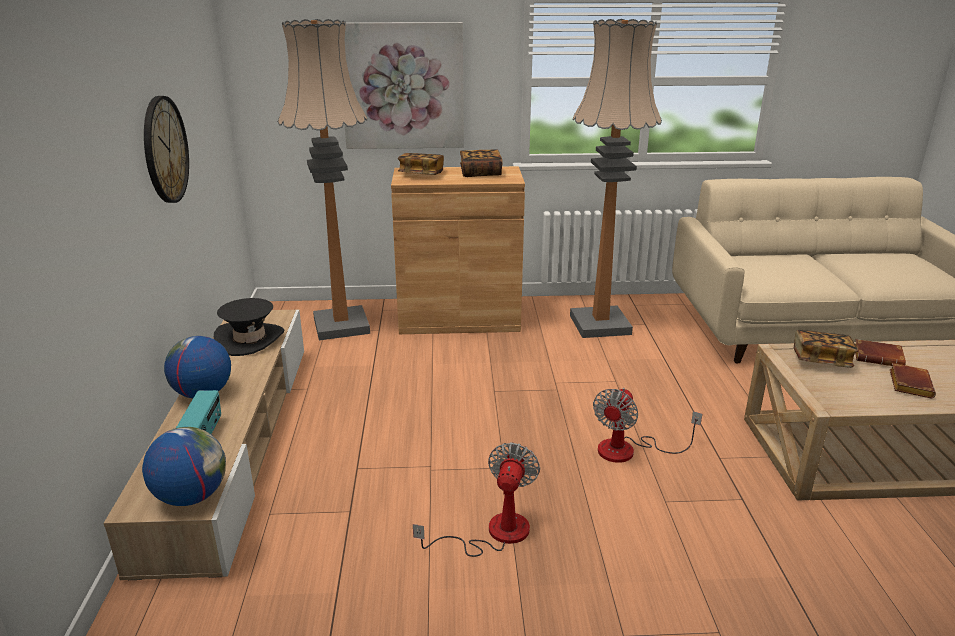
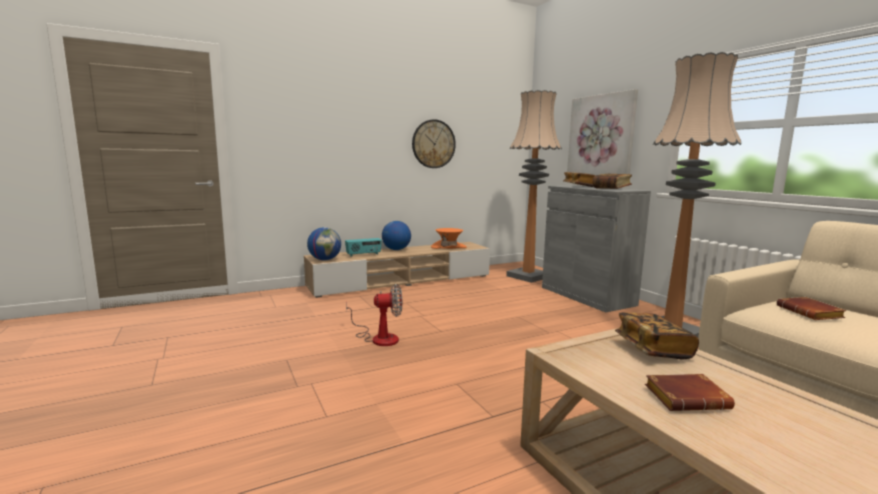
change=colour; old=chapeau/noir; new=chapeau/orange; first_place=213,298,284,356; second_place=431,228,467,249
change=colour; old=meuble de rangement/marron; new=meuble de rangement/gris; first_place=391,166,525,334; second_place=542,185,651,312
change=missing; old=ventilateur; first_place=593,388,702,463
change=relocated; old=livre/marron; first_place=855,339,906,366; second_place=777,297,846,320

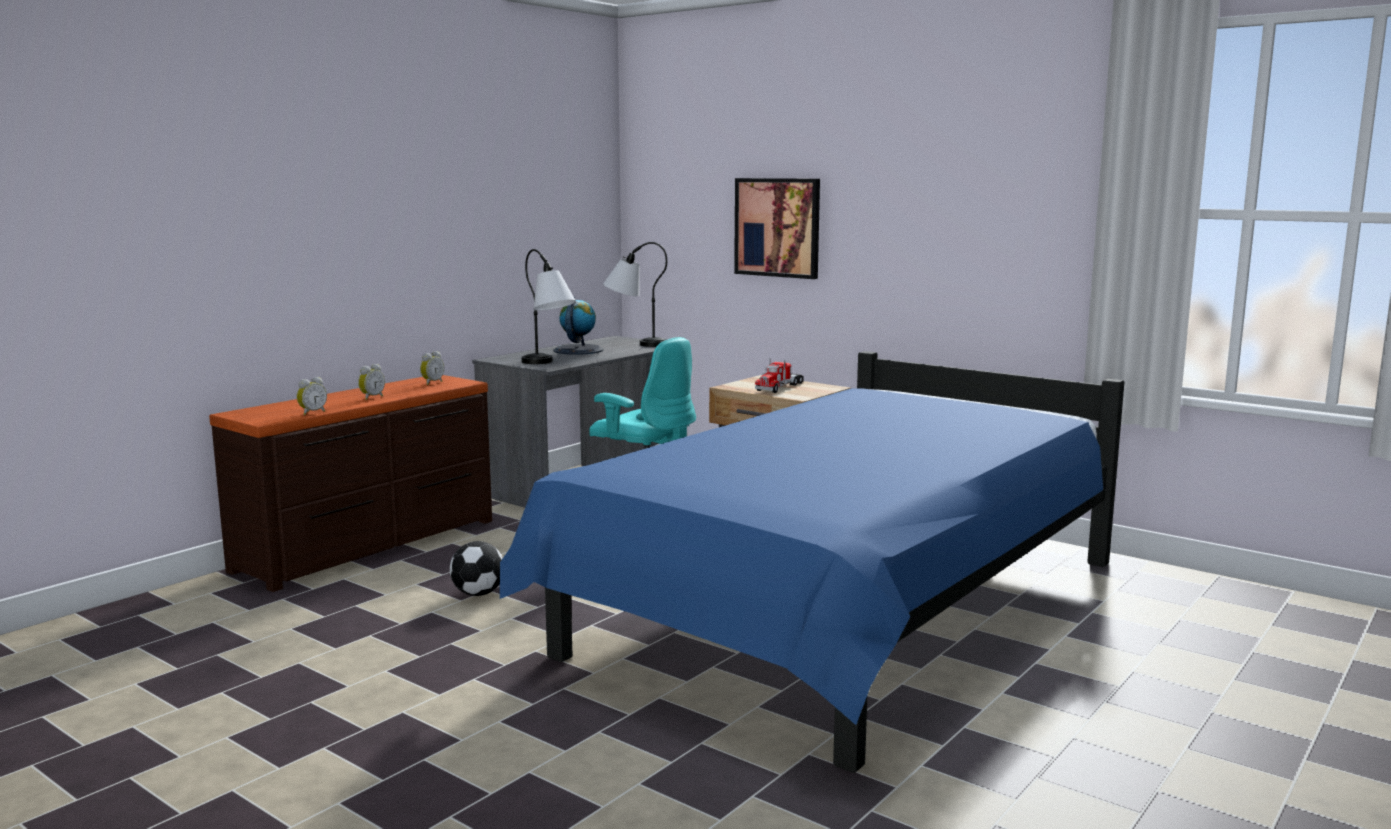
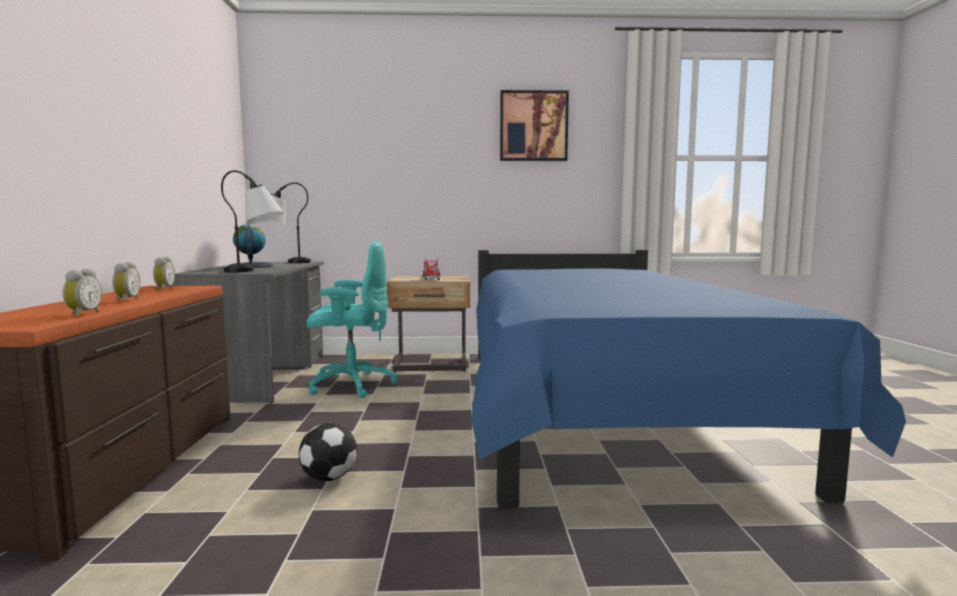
change=relocated; old=tableau; first_place=734,178,820,279; second_place=500,90,569,161

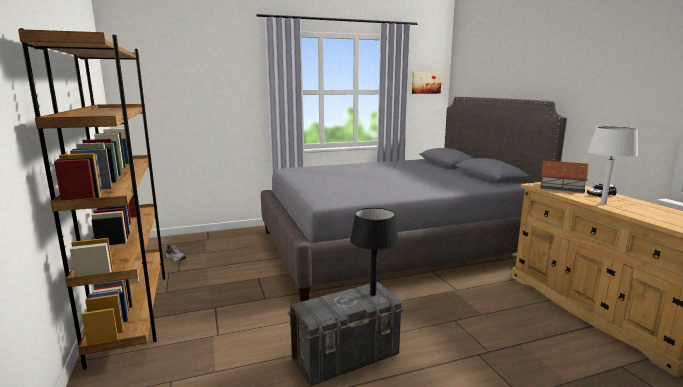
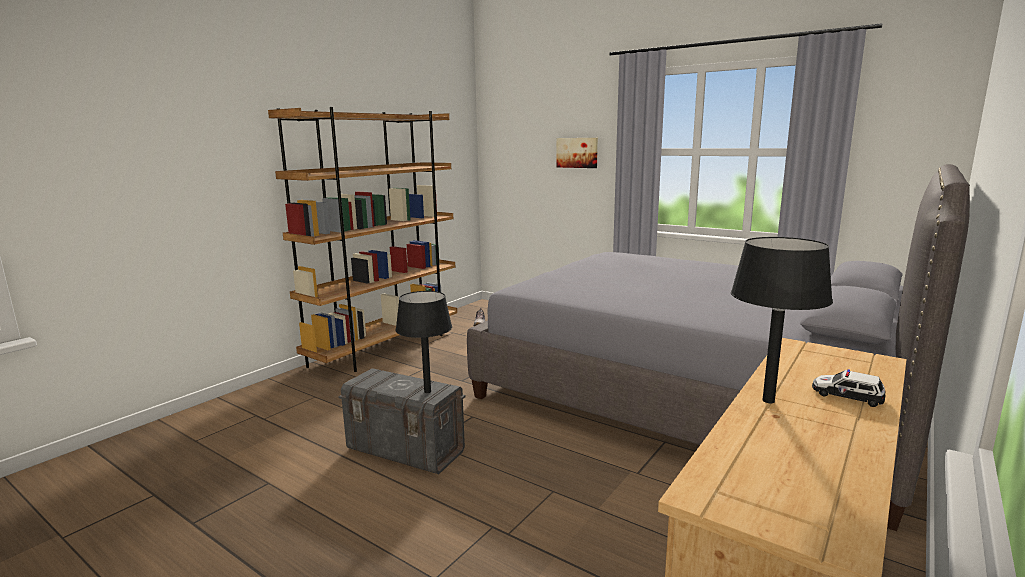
change=relocated; old=tableau; first_place=412,72,442,94; second_place=556,138,598,168
change=missing; old=maison miniature; first_place=540,161,589,193
change=colour; old=lampe de table/blanc; new=lampe de table/noir; first_place=587,126,638,205; second_place=731,237,833,403

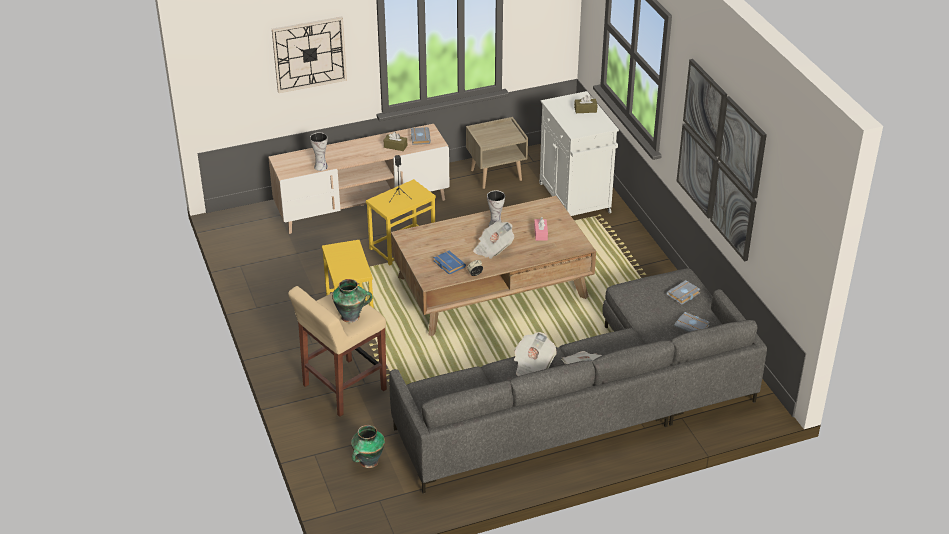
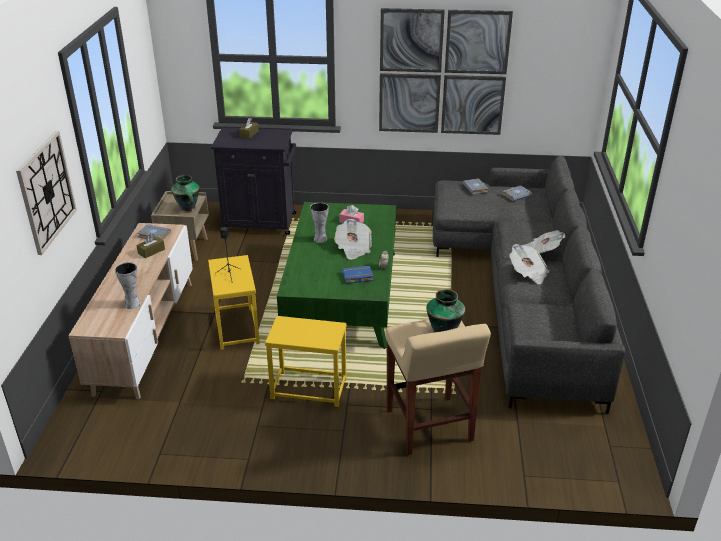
change=relocated; old=vase; first_place=351,425,385,468; second_place=171,175,199,213
change=colour; old=table basse/marron; new=table basse/vert; first_place=391,196,596,336; second_place=277,202,396,349
change=colour; old=meuble de rangement/blanc; new=meuble de rangement/noir; first_place=539,91,619,216; second_place=211,127,296,235

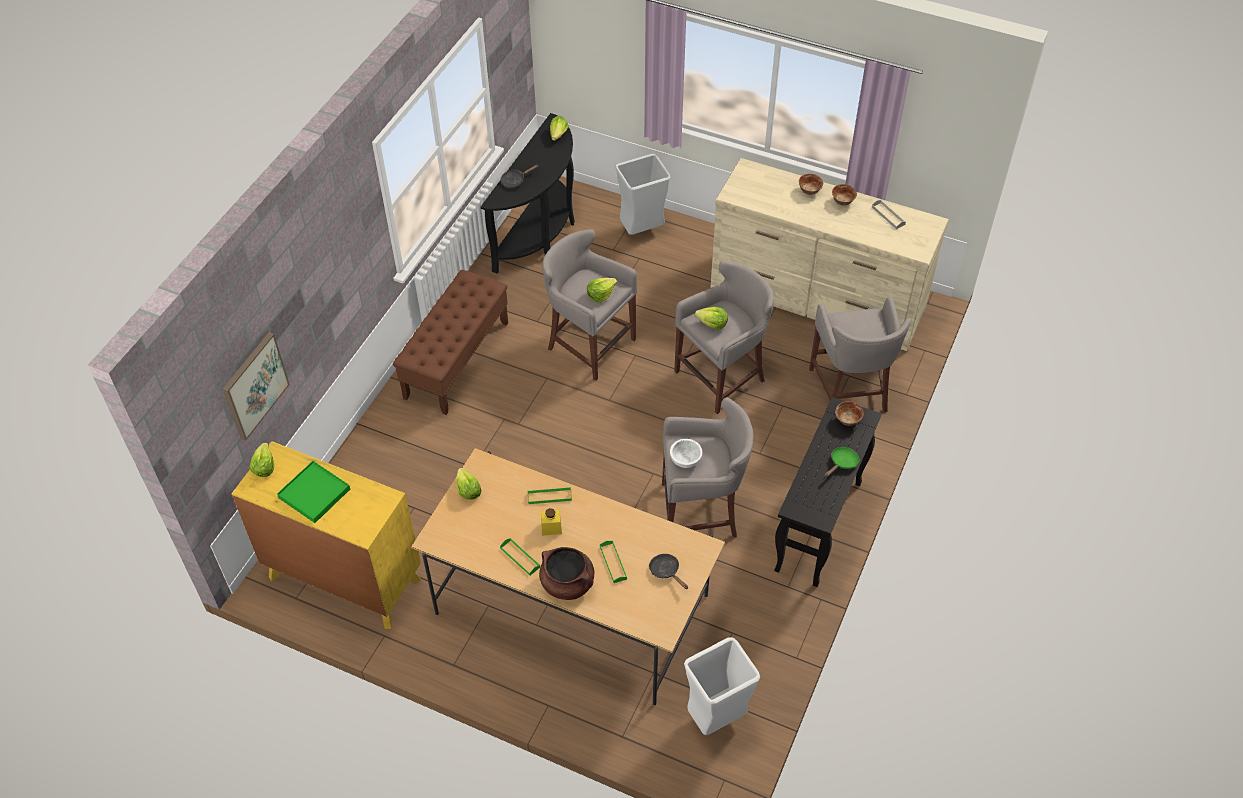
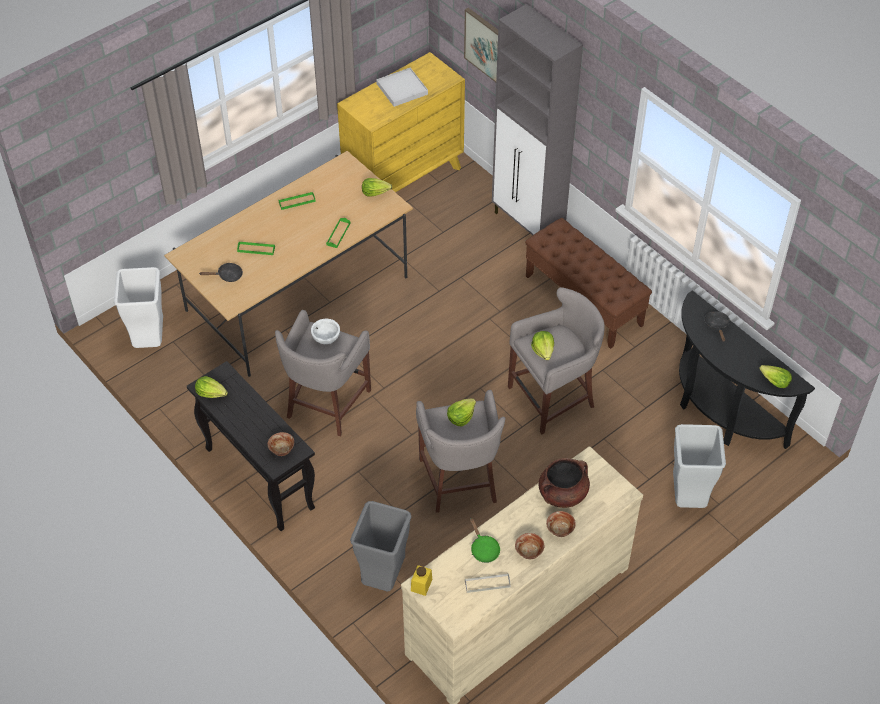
change=relocated; old=laitue; first_place=249,442,274,477; second_place=195,376,228,398
change=colour; old=plateau/vert; new=plateau/blanc; first_place=277,461,350,523; second_place=376,68,428,107
change=relocated; old=marmite/marron; first_place=539,547,594,600; second_place=539,458,590,508
change=relocated; old=bocal/jaune; first_place=541,508,562,536; second_place=411,565,432,596
change=exchanged; old=tabouret/gris; new=poubelle/gris; first_place=809,297,911,412; second_place=350,501,411,591
change=relocated; old=poêle/vert; first_place=825,447,860,477; second_place=470,518,500,563
change=appeared; new=meuble de rangement/gris; second_place=492,4,583,235

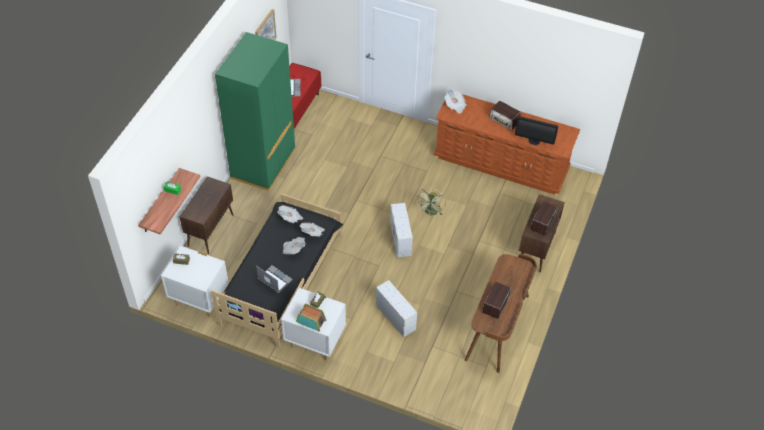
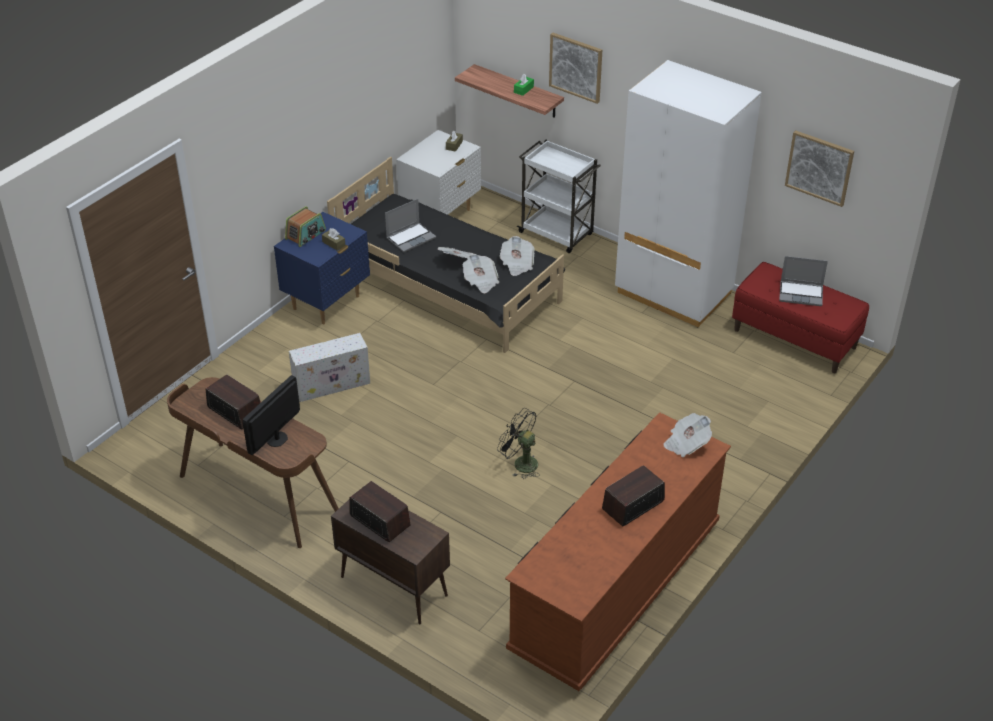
change=exchanged; old=meuble de rangement/marron; new=chariot/blanc; first_place=179,176,234,254; second_place=517,140,601,253
change=colour; old=armoire/vert; new=armoire/blanc; first_place=215,32,295,191; second_place=615,60,762,327
change=colour; old=table de chevet/blanc; new=table de chevet/bleu; first_place=281,288,346,361; second_place=274,212,370,324
change=missing; old=boîte de rangement/blanc; first_place=390,203,413,258
change=colour; old=ventilateur/vert; new=ventilateur/noir; first_place=417,188,446,215; second_place=497,408,540,479
change=relocated; old=écran d'ordinateur; first_place=515,116,558,145; second_place=243,375,300,455
change=appeared; new=tableau; second_place=549,33,602,104

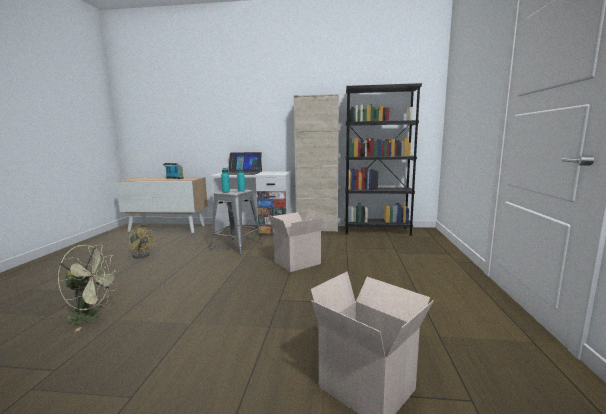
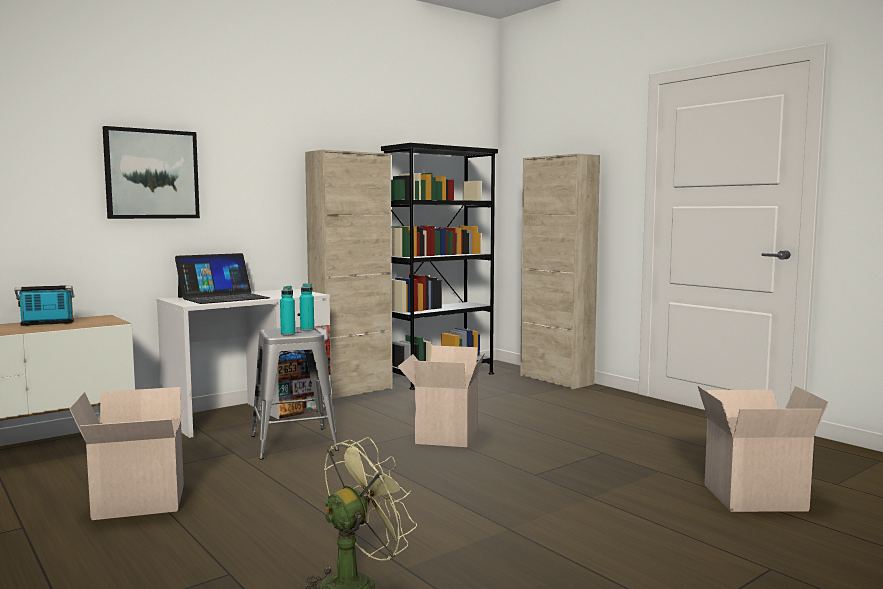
change=exchanged; old=ventilateur/jaune; new=carton; first_place=129,225,154,259; second_place=70,385,192,520
change=appeared; new=tableau; second_place=103,126,200,219
change=appeared; new=meuble de rangement/beige; second_place=520,153,600,389

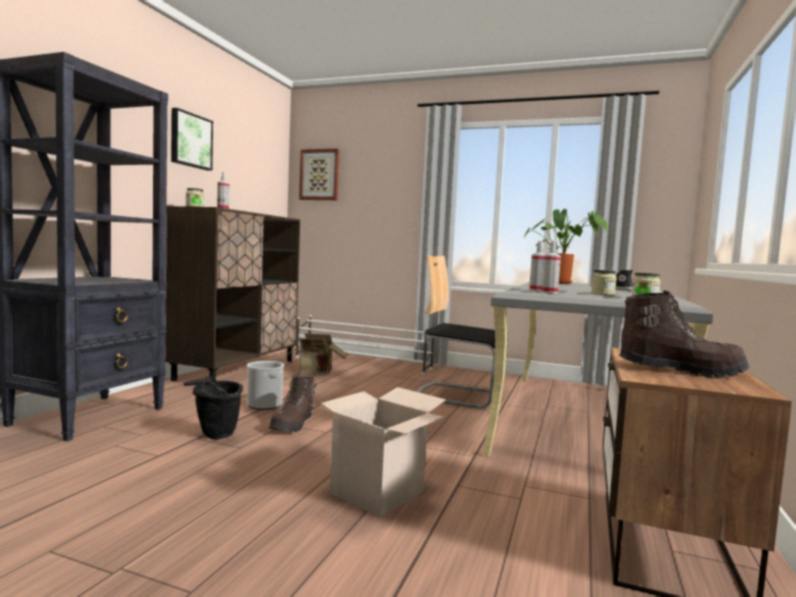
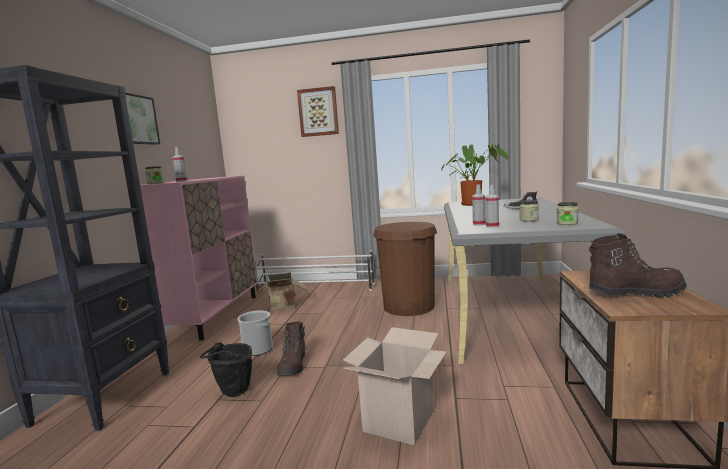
change=colour; old=meuble de rangement/marron; new=meuble de rangement/rose; first_place=165,206,300,381; second_place=140,176,258,341
change=relocated; old=tableau; first_place=299,149,340,200; second_place=297,86,339,137
change=exchanged; old=chaise; new=poubelle/marron; first_place=416,255,508,409; second_place=373,222,437,316

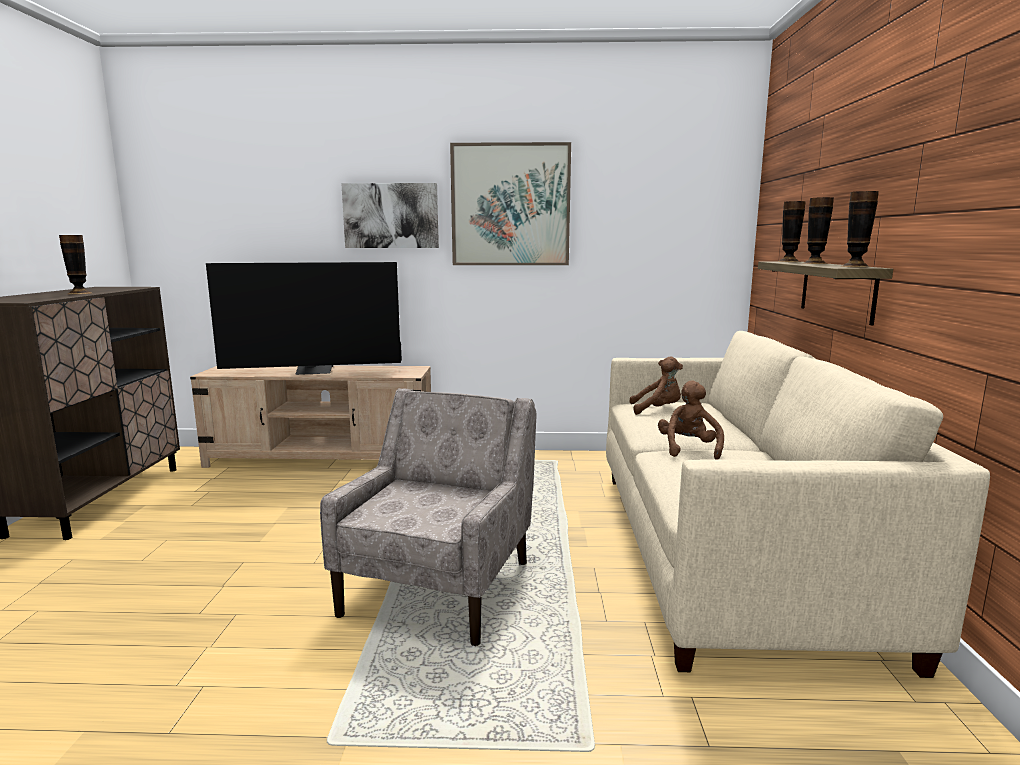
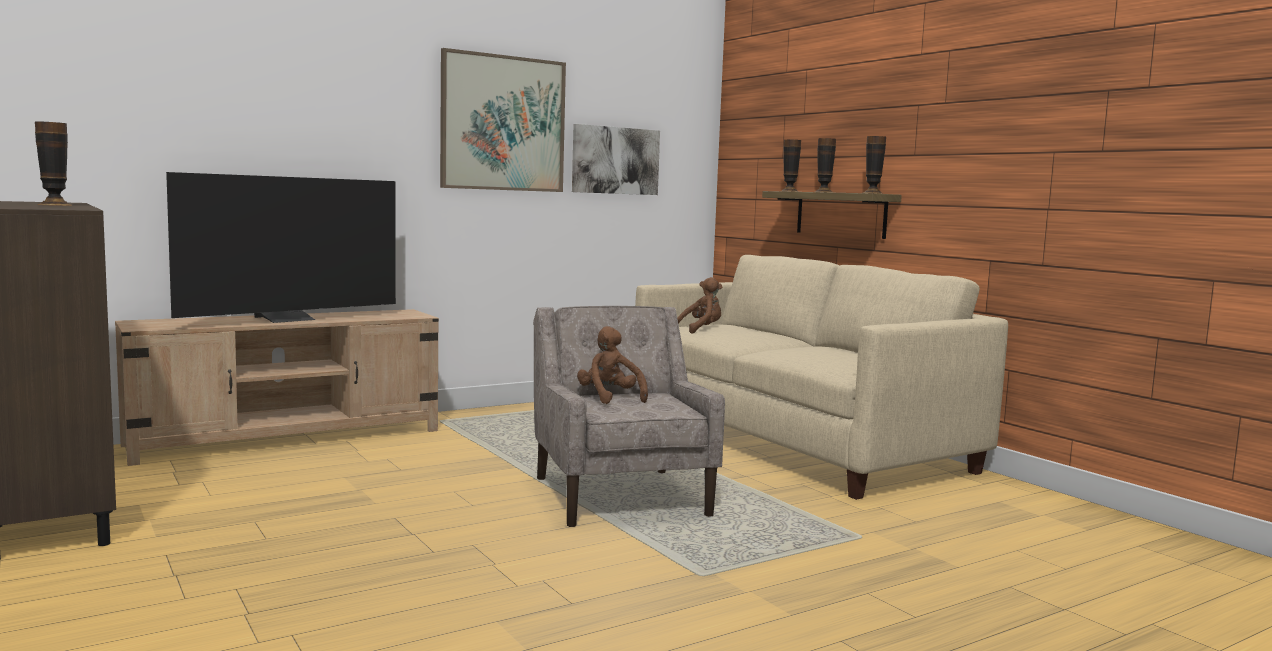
change=relocated; old=tableau; first_place=341,183,439,248; second_place=572,124,660,195
change=relocated; old=peluche/marron; first_place=658,381,724,460; second_place=577,326,648,404

